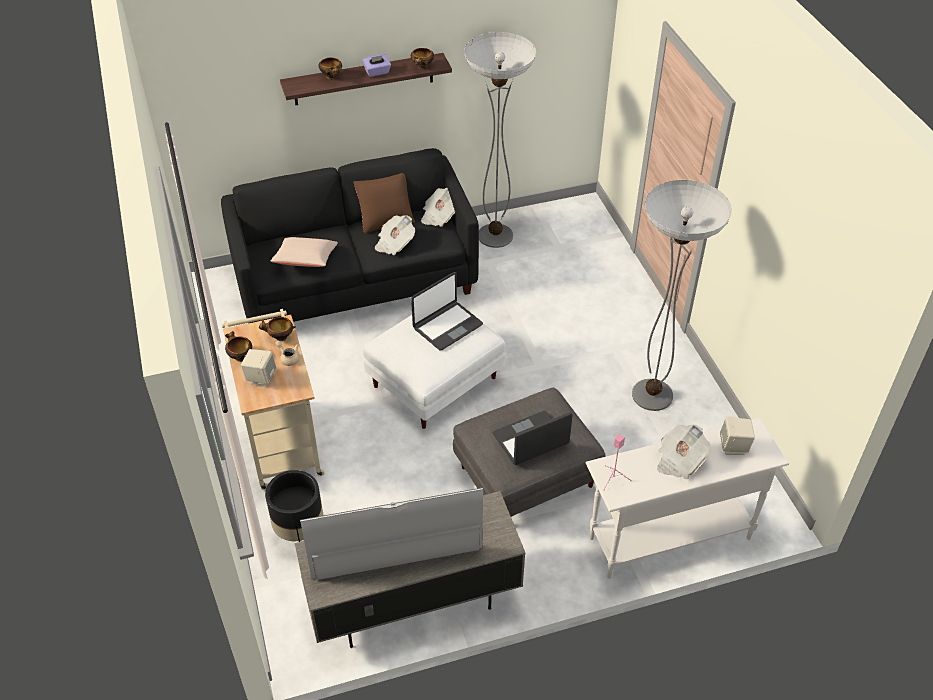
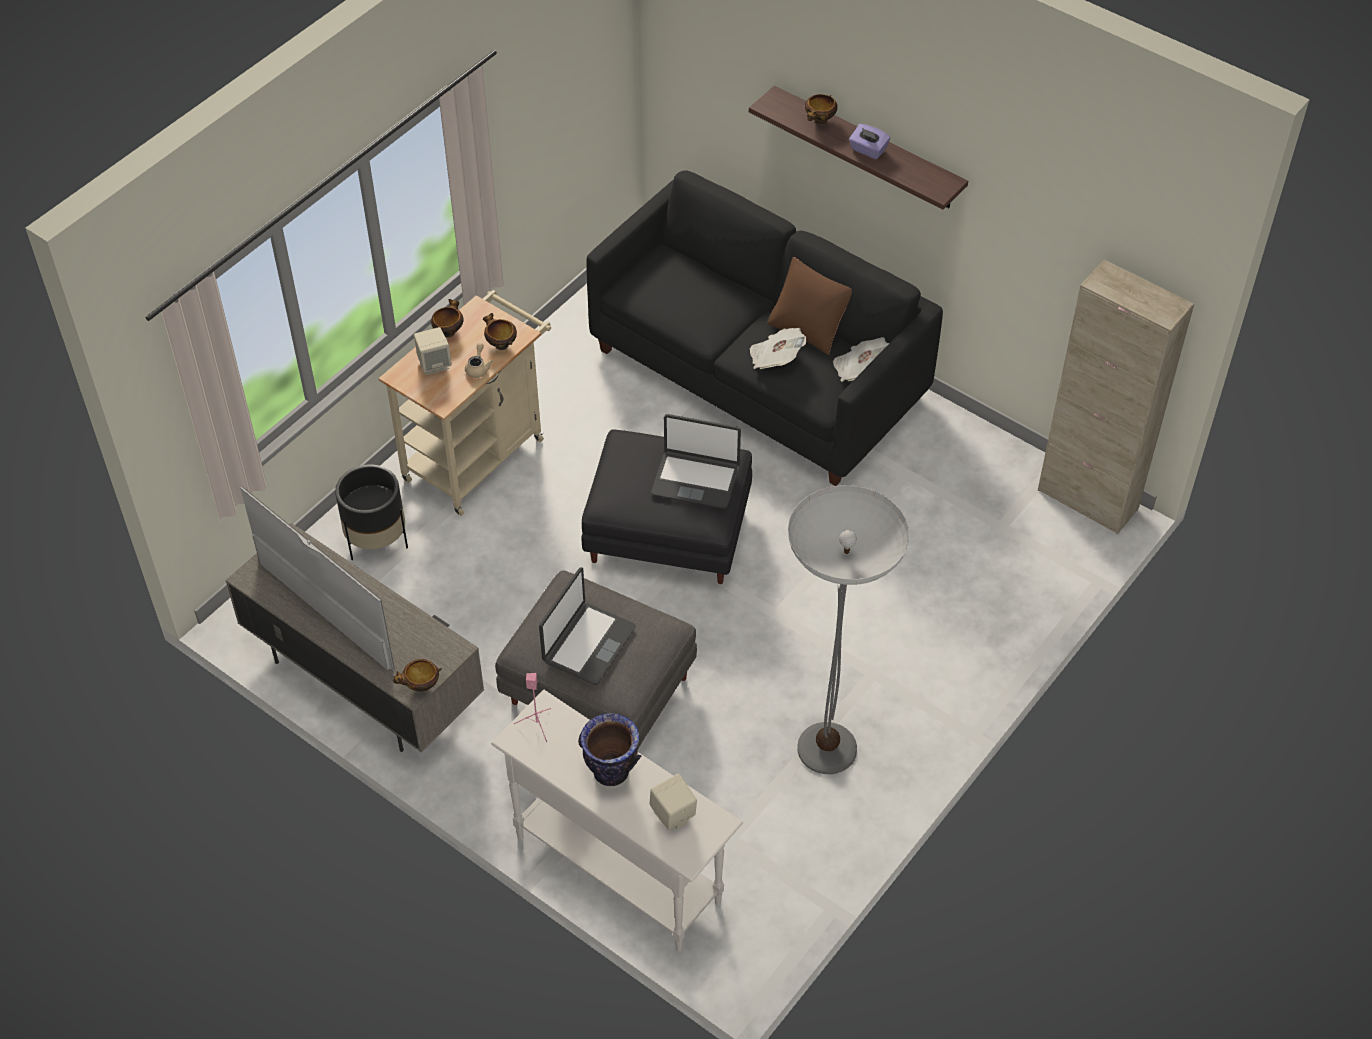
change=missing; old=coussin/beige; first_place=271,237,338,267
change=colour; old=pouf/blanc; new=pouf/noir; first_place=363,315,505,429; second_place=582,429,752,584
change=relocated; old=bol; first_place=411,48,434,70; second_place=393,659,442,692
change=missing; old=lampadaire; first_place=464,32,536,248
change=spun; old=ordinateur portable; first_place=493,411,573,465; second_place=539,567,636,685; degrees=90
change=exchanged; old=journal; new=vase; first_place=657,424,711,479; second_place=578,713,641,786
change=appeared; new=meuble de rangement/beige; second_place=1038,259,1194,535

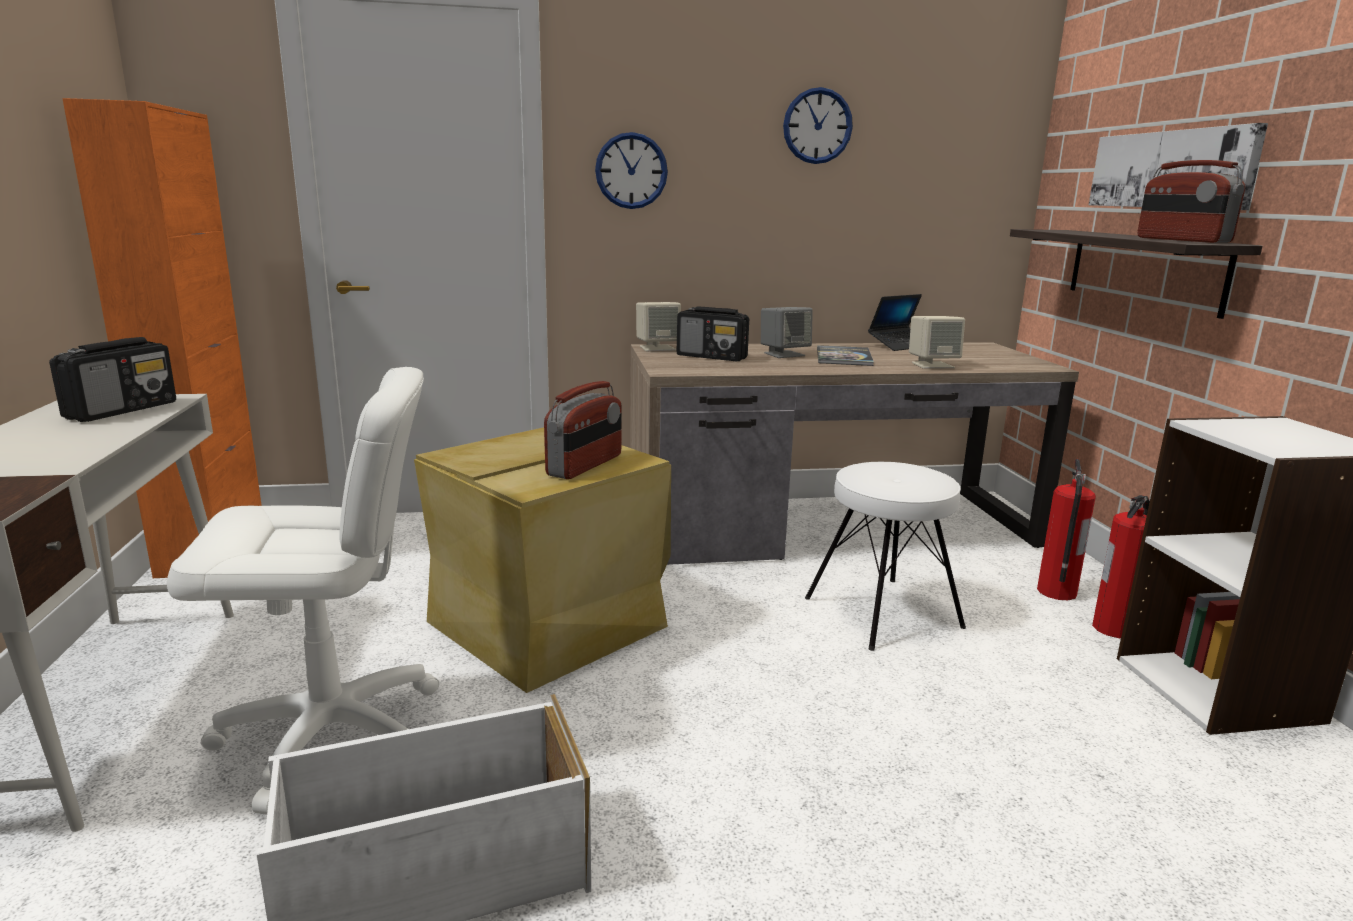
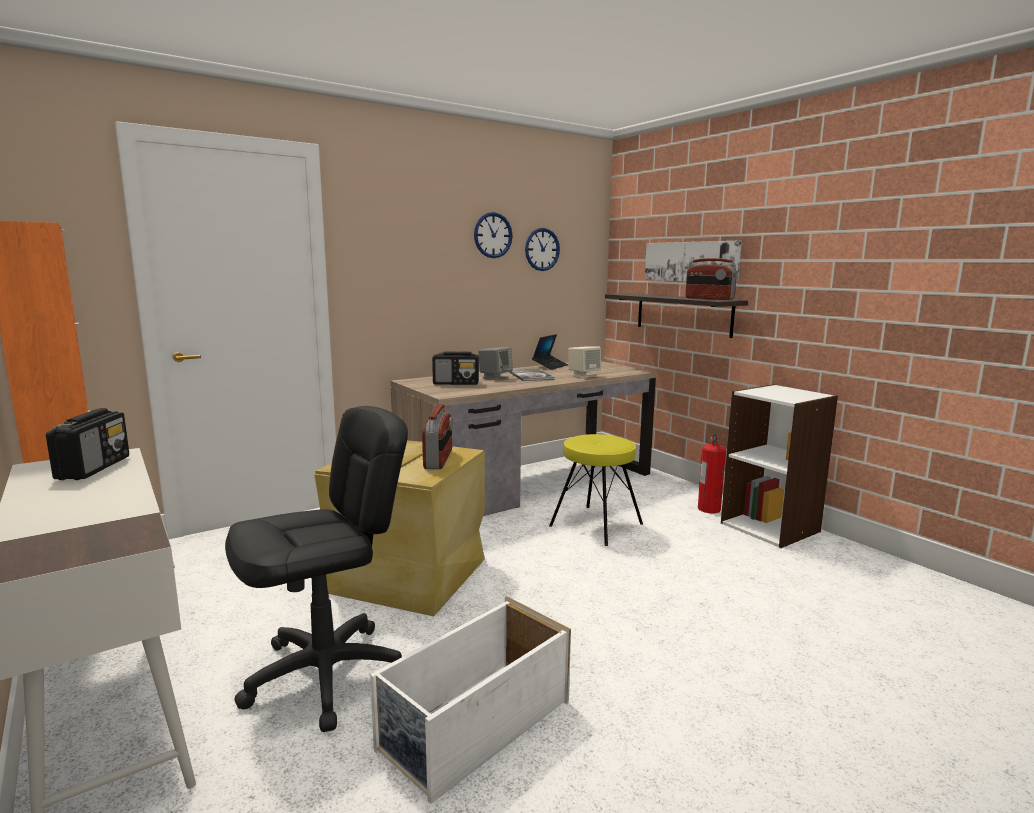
change=colour; old=chaise de bureau/blanc; new=chaise de bureau/noir; first_place=167,367,439,815; second_place=225,406,408,732
change=relocated; old=horloge murale; first_place=595,132,668,209; second_place=525,228,560,271
change=missing; old=enceinte/beige; first_place=636,302,681,351
change=colour; old=tabouret/blanc; new=tabouret/jaune; first_place=805,462,966,651; second_place=549,434,643,546
change=missing; old=extincteur; first_place=1037,459,1096,600

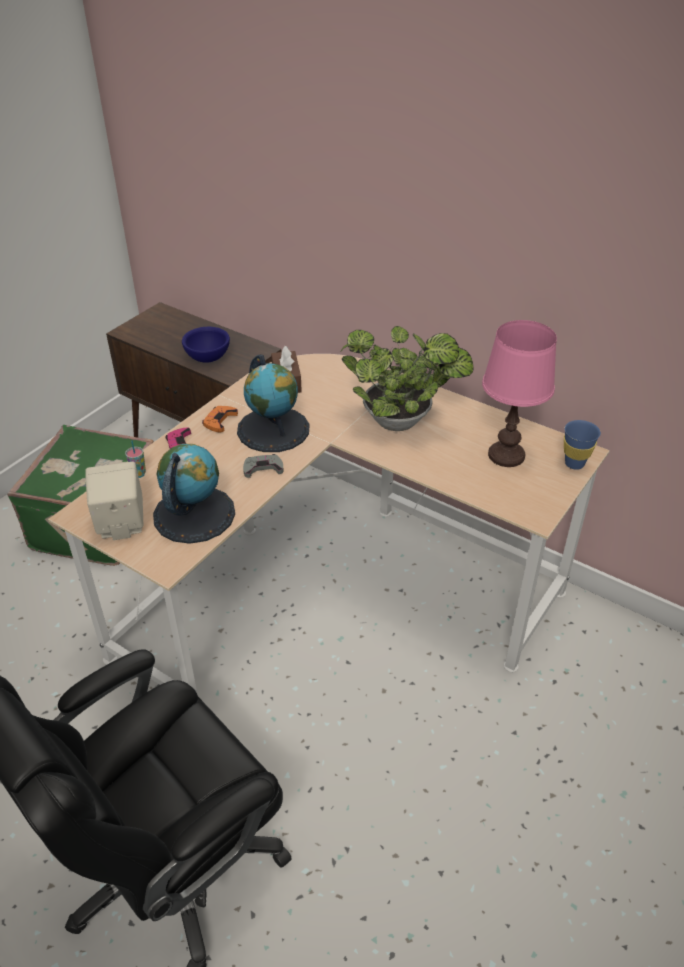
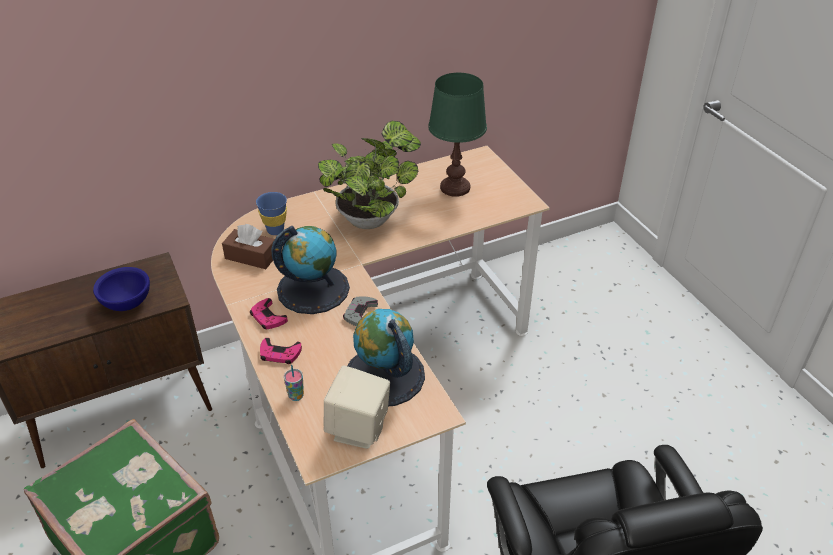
change=colour; old=manette/orange; new=manette/rose; first_place=202,406,238,432; second_place=250,298,288,329
change=colour; old=lampe de table/rose; new=lampe de table/vert; first_place=482,320,557,467; second_place=428,73,487,197
change=relocated; old=tasse/bleu; first_place=564,420,601,470; second_place=256,192,287,235

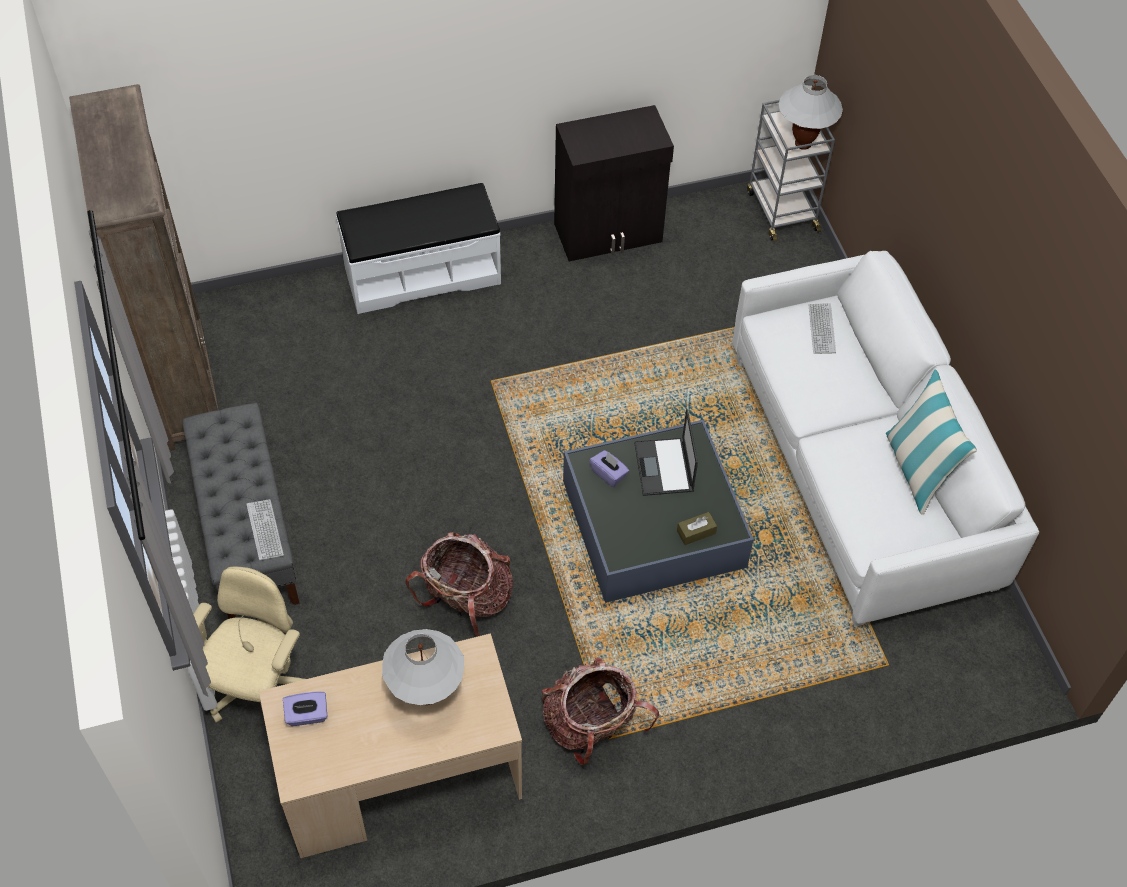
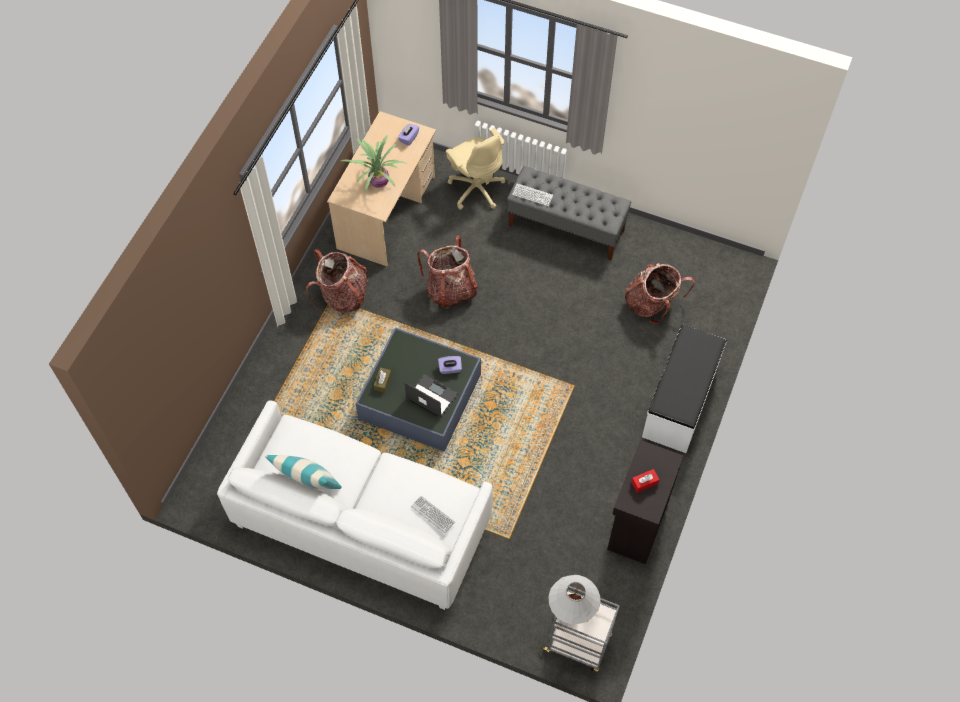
change=missing; old=bibliothèque/marron; first_place=69,84,219,451
change=exchanged; old=lampe de table/blanc; new=plante en pot; first_place=382,629,464,705; second_place=341,135,407,192
change=appeared; new=sac à dos; second_place=625,263,695,324
change=appeared; new=boîte à mouchoirs/rouge; second_place=631,469,660,493

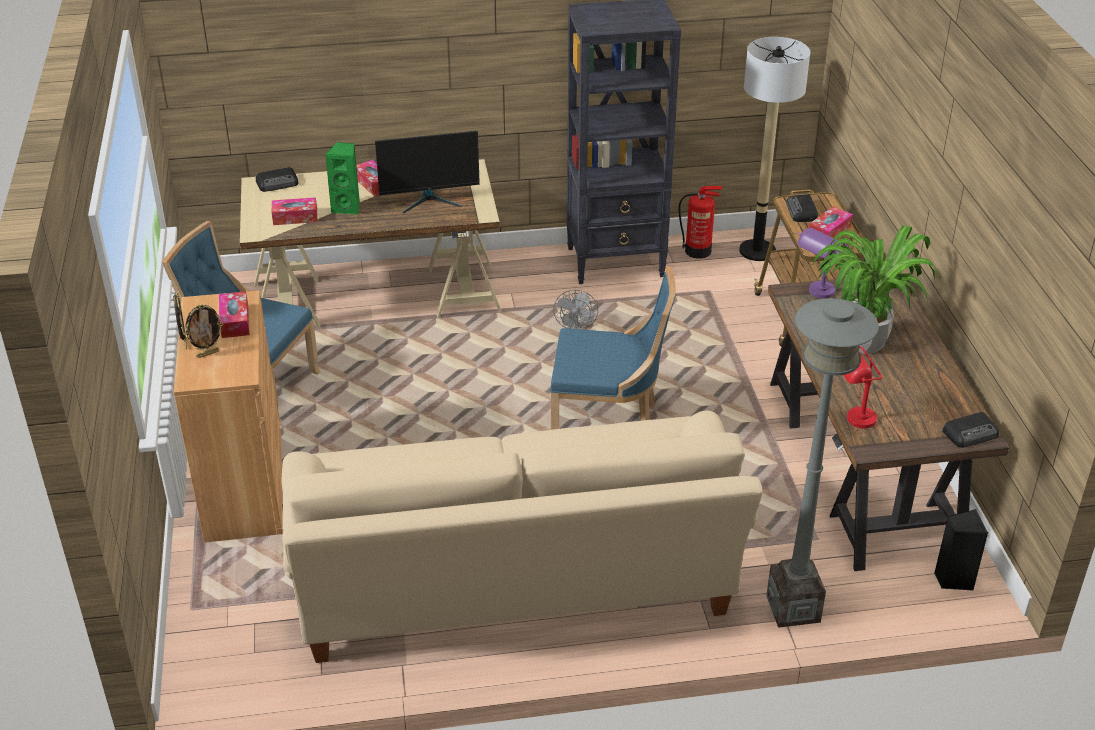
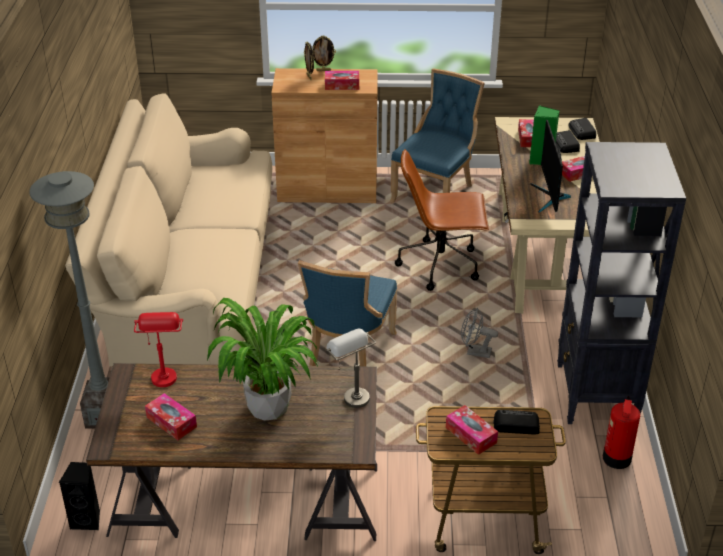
change=missing; old=lampadaire; first_place=739,37,810,261
change=colour; old=lampe de table/violet; new=lampe de table/gris; first_place=797,228,848,299; second_place=326,329,376,408
change=relocated; old=radio; first_place=942,412,999,448; second_place=556,130,580,153
change=appeared; new=boîte à mouchoirs; second_place=145,393,197,440
change=appeared; new=chaise de bureau/marron; second_place=395,149,489,291

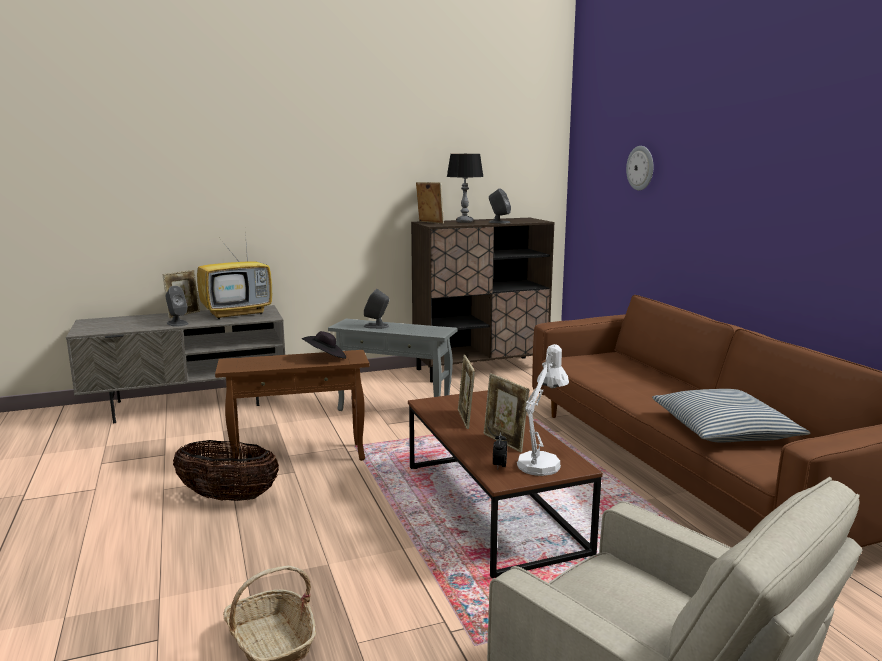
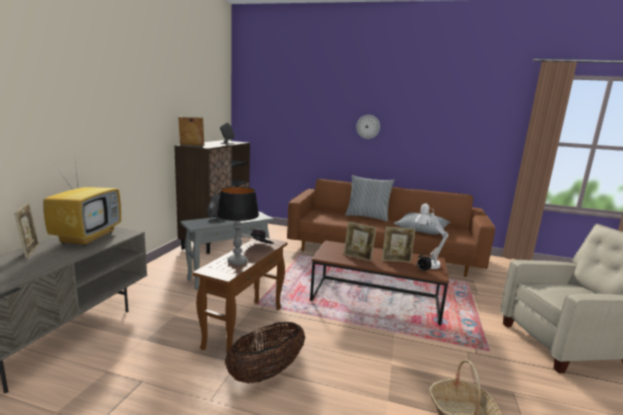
change=missing; old=enceinte/gris; first_place=166,286,188,327
change=relocated; old=lampe de table; first_place=447,154,484,223; second_place=216,186,259,266
change=relocated; old=horloge murale; first_place=626,146,653,191; second_place=356,115,380,139
change=appeared; new=coussin; second_place=345,175,394,222

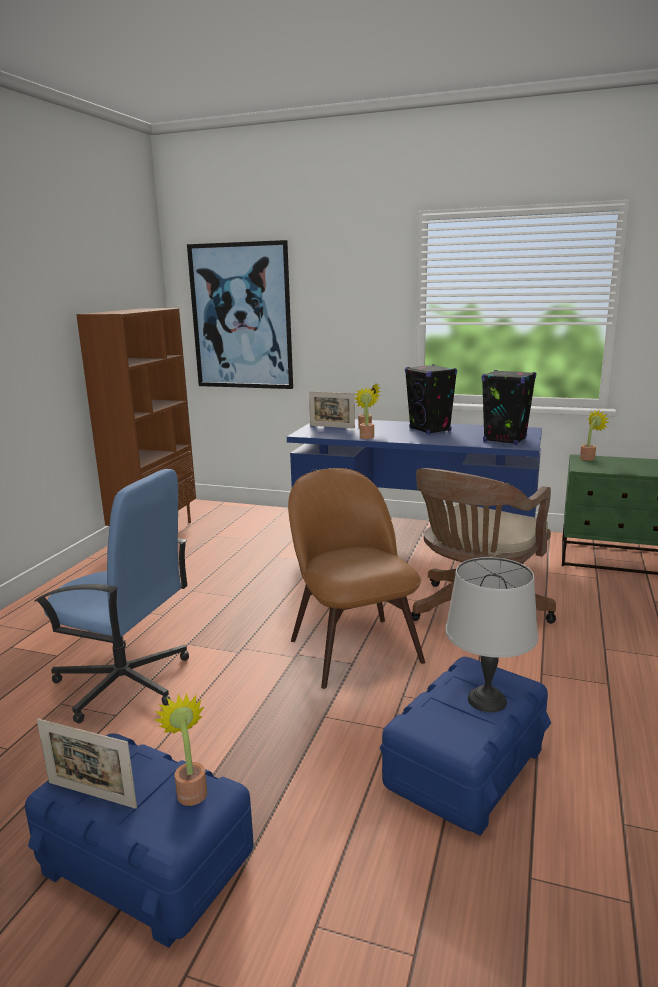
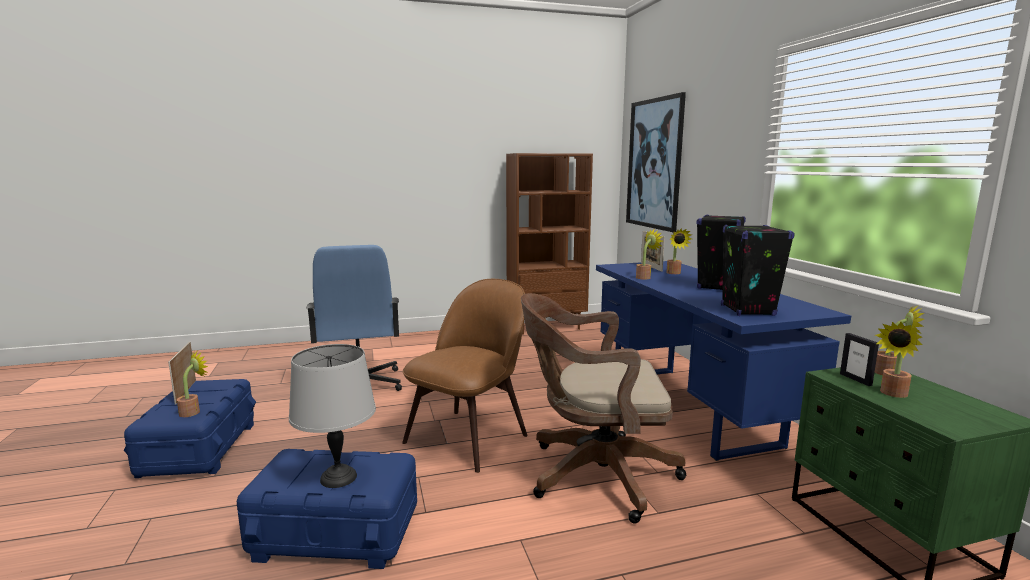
change=appeared; new=cadre photo; second_place=840,333,879,386
change=appeared; new=plante en pot; second_place=875,322,923,398

